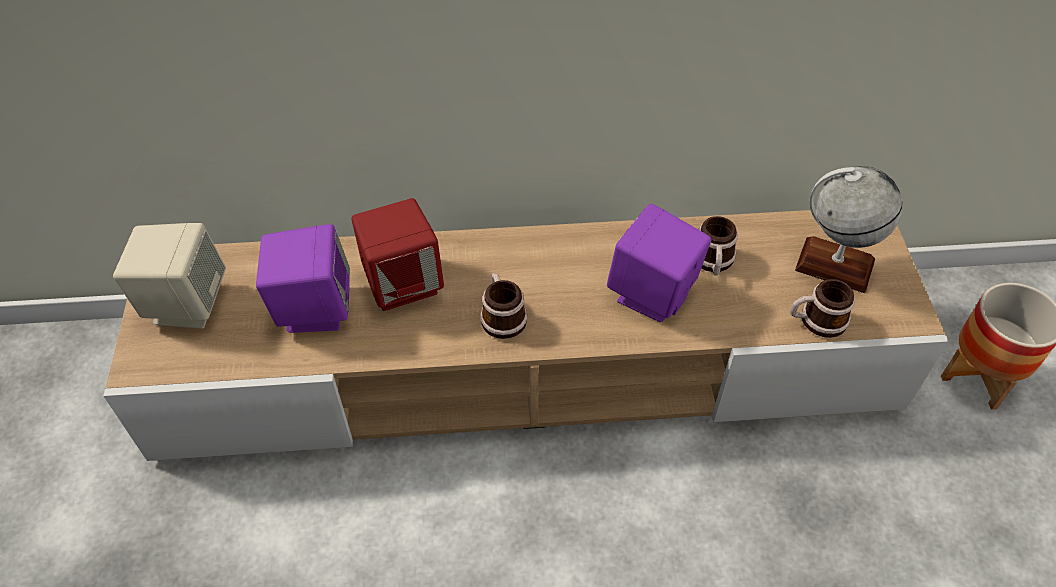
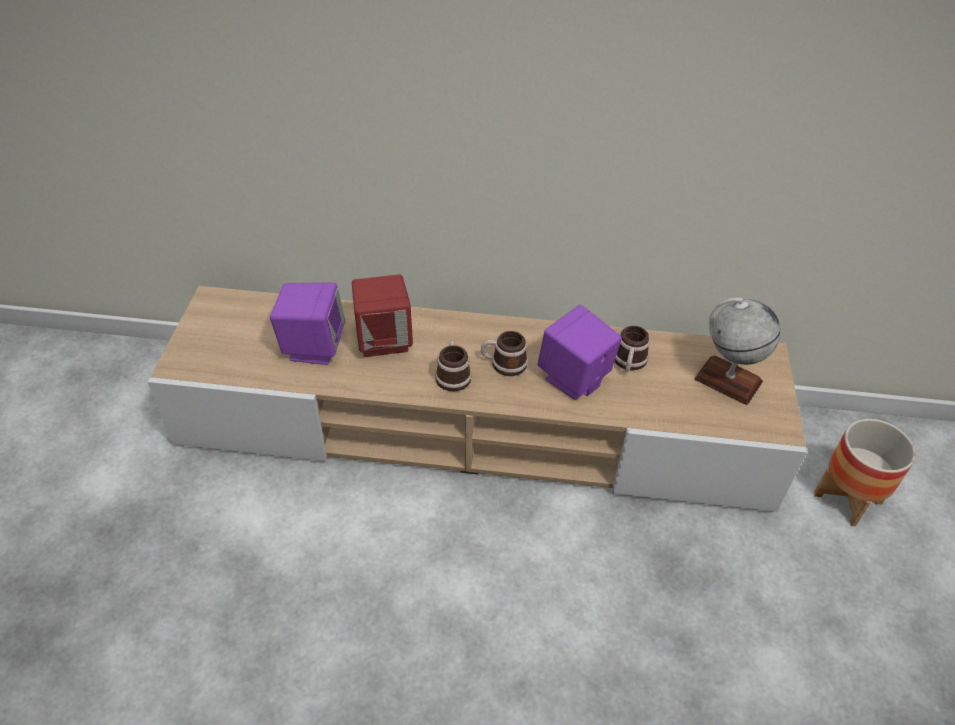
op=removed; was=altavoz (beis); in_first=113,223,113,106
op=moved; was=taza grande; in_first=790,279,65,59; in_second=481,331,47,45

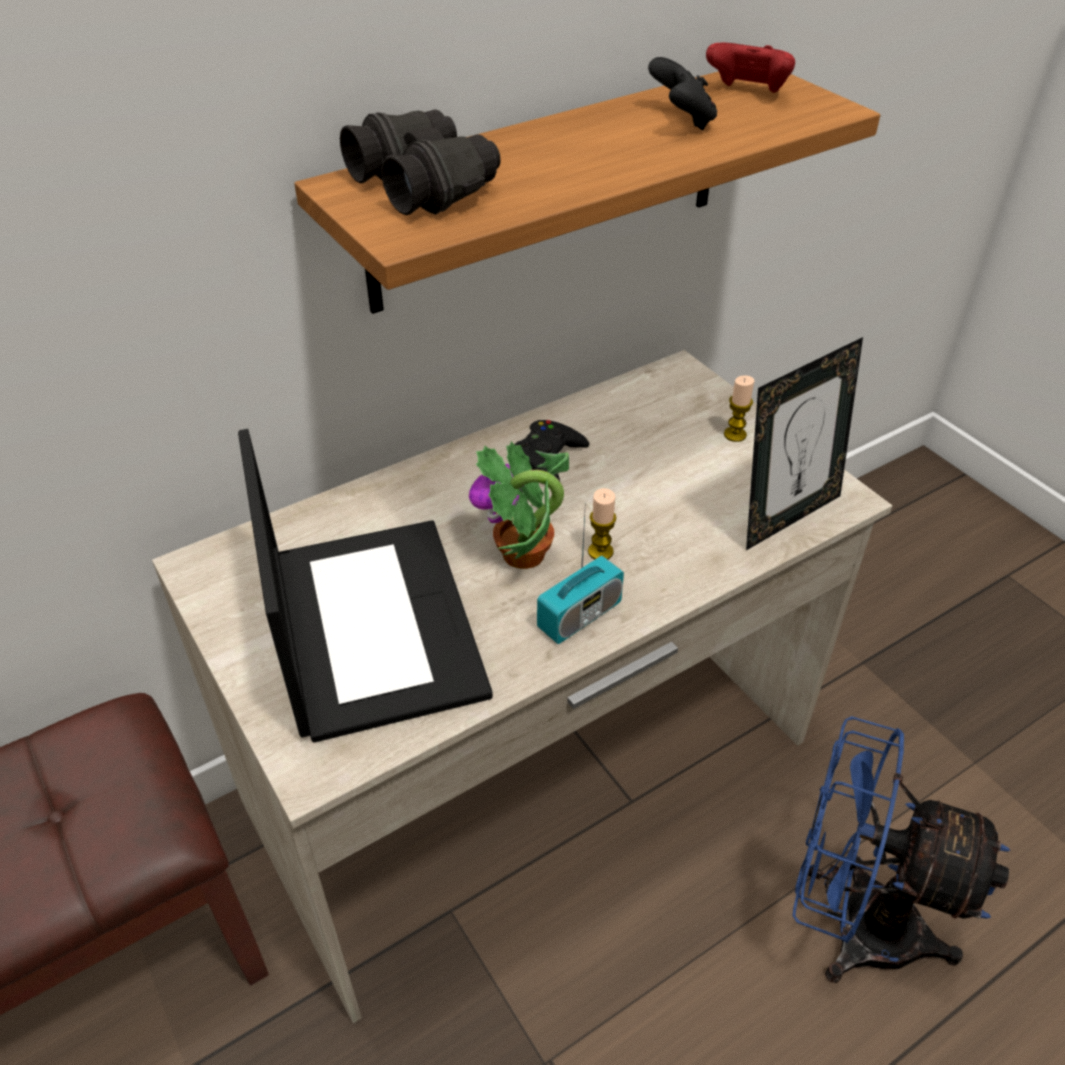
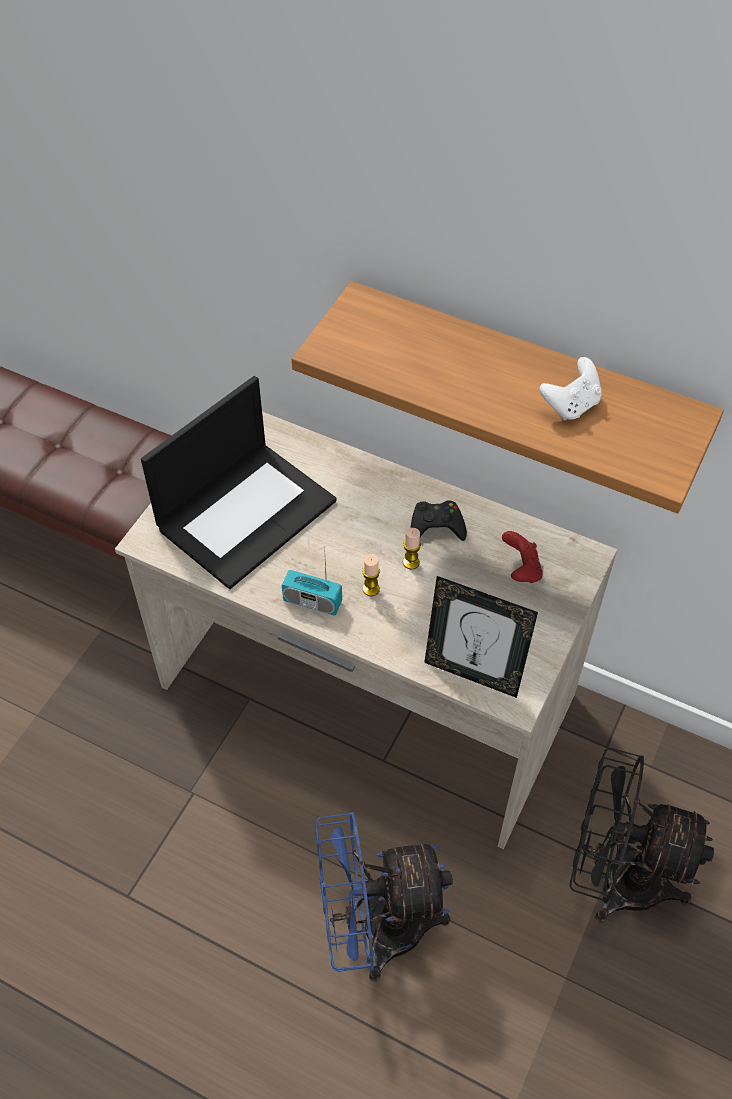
op=removed; was=prismáticos (negro); in_first=340,109,161,106
op=removed; was=planta en maceta; in_first=469,441,100,128
op=added; now=ventilador (negro); in_second=569,748,146,175
op=moved; was=mando de consola (rojo); in_first=706,43,89,50; in_second=502,531,41,52
op=moved; was=vela; in_first=724,375,30,67; in_second=403,528,18,41
op=recoloured; was=mando de consola (negro); now=mando de consola (blanco); in_first=648,57,69,73; in_second=539,357,63,63
op=turned; was=ventilador (azul); in_first=792,716,219,267; in_second=315,812,138,170; clockwise=-90

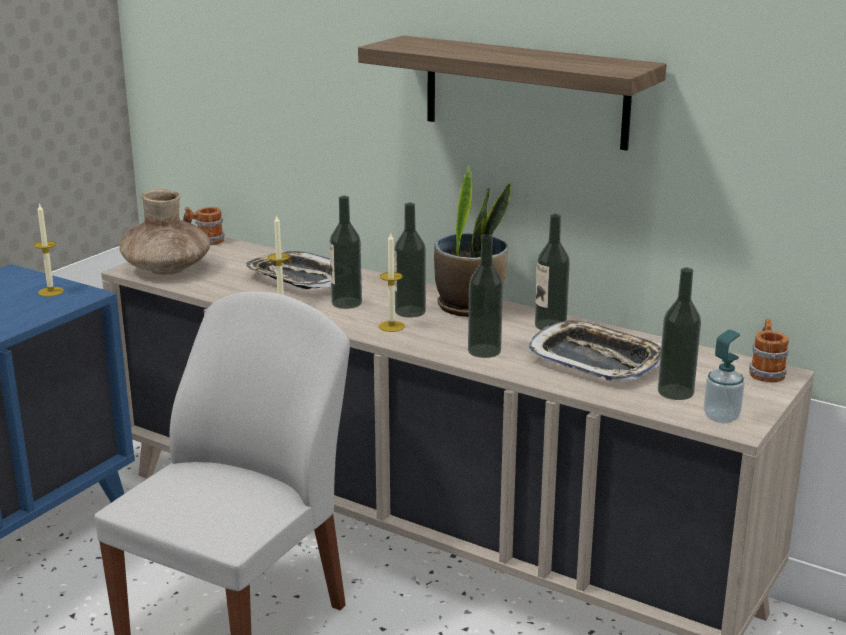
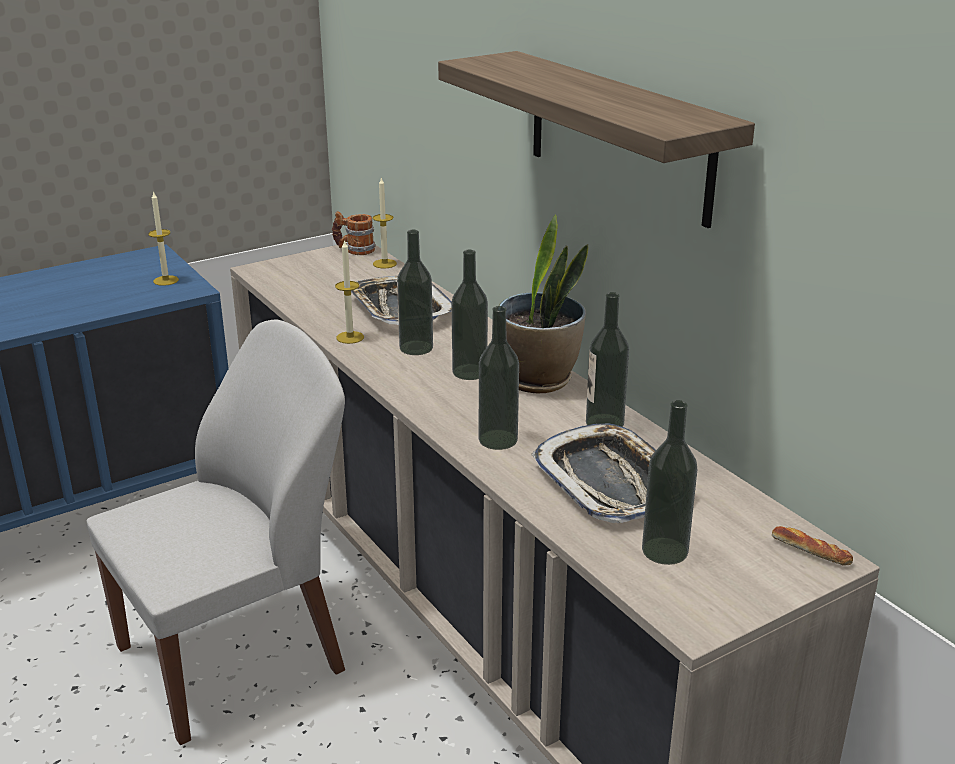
op=removed; was=florero (marrón); in_first=119,189,91,86
op=removed; was=dispensador de jabón; in_first=704,329,41,94
op=moved; was=vela; in_first=379,233,26,99; in_second=373,178,24,90
op=replaced; was=taza grande; now=pan; in_first=749,319,40,63; in_second=772,526,81,40

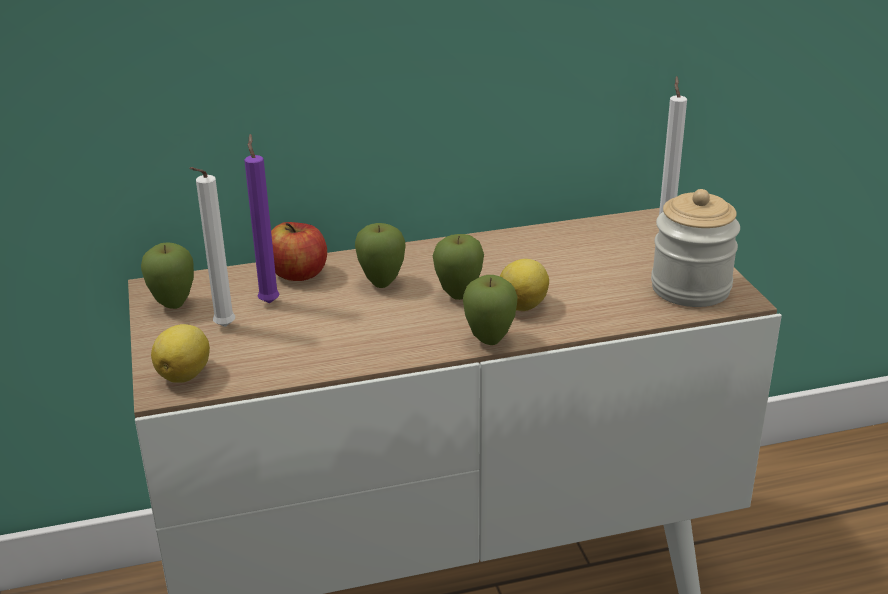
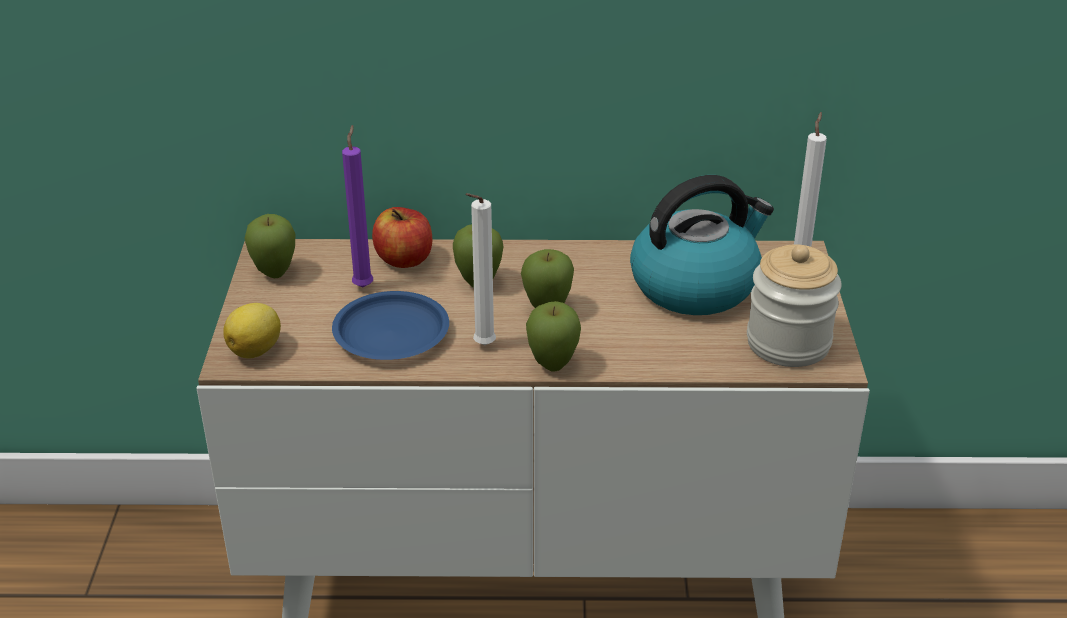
op=removed; was=limón; in_first=500,259,49,52
op=added; now=plato (azul); in_second=332,291,117,69
op=added; now=hervidor; in_second=630,175,144,140
op=moved; was=vela (blanco); in_first=189,167,46,160; in_second=465,193,31,152

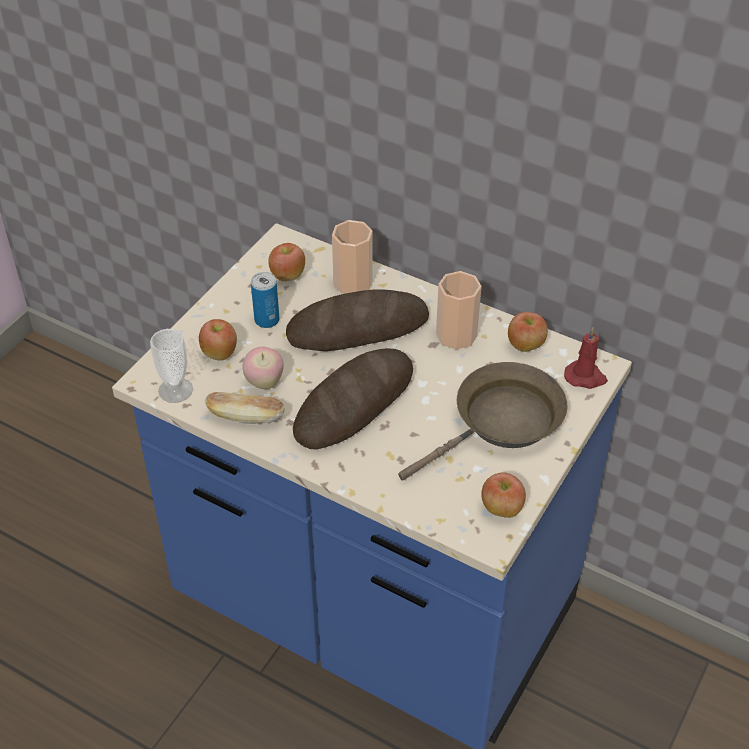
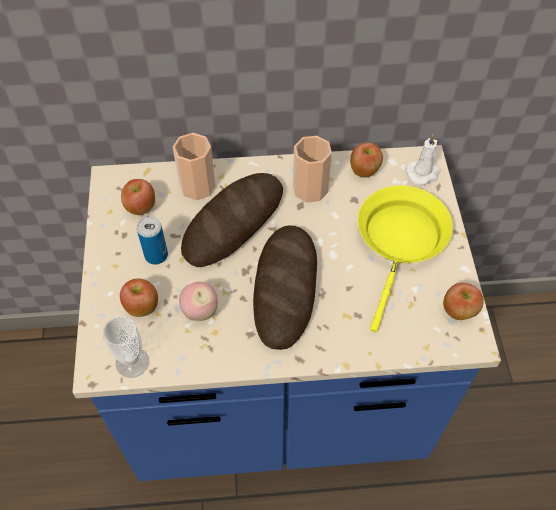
op=removed; was=pan; in_first=205,392,80,32
op=recoloured; was=sartén (marrón); now=sartén (amarillo); in_first=398,362,170,119; in_second=358,186,95,147
op=recoloured; was=vela (rojo); now=vela (blanco); in_first=564,327,44,62; in_second=406,134,35,51

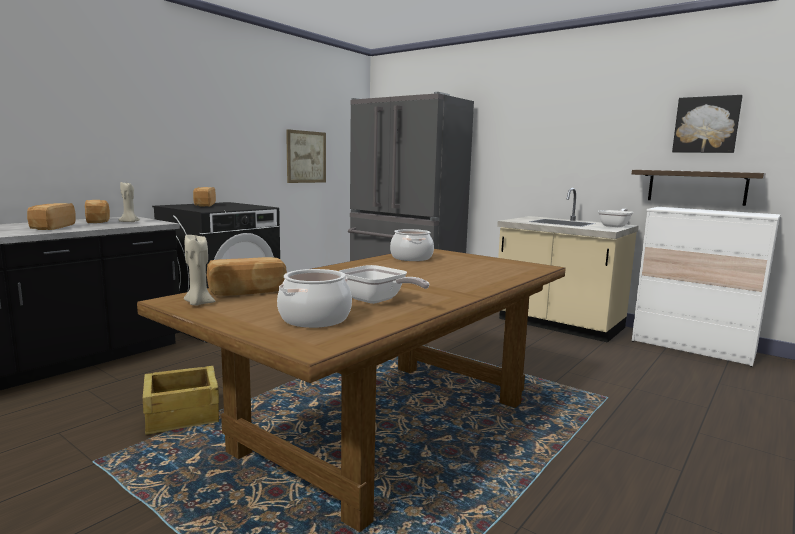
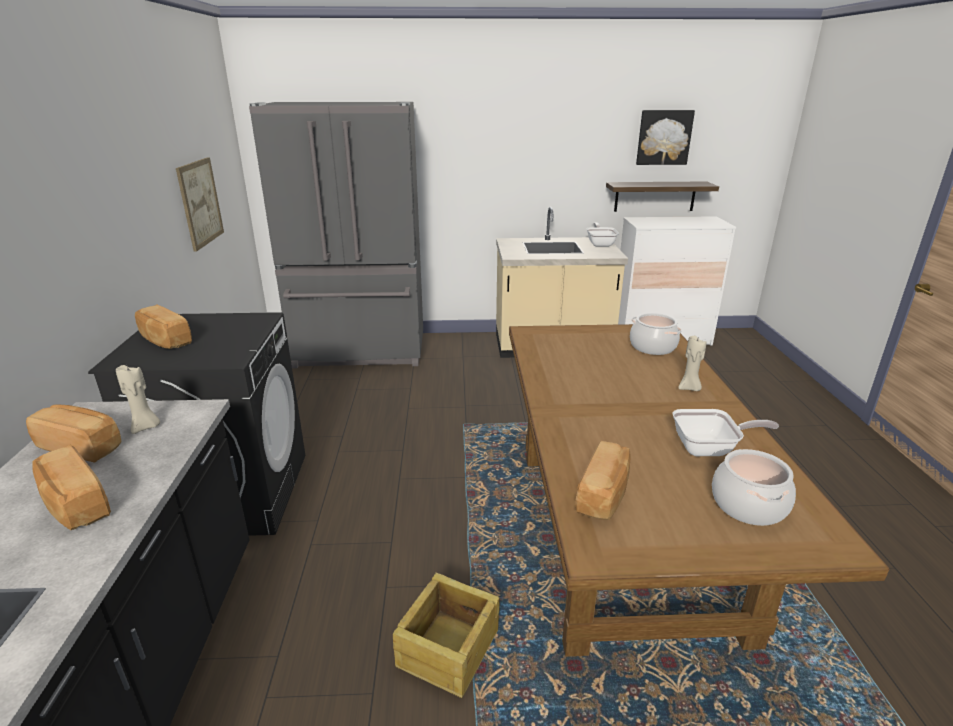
op=moved; was=vela (beis); in_first=184,235,31,71; in_second=678,336,28,55
op=moved; was=olla; in_first=390,229,44,32; in_second=630,313,52,42

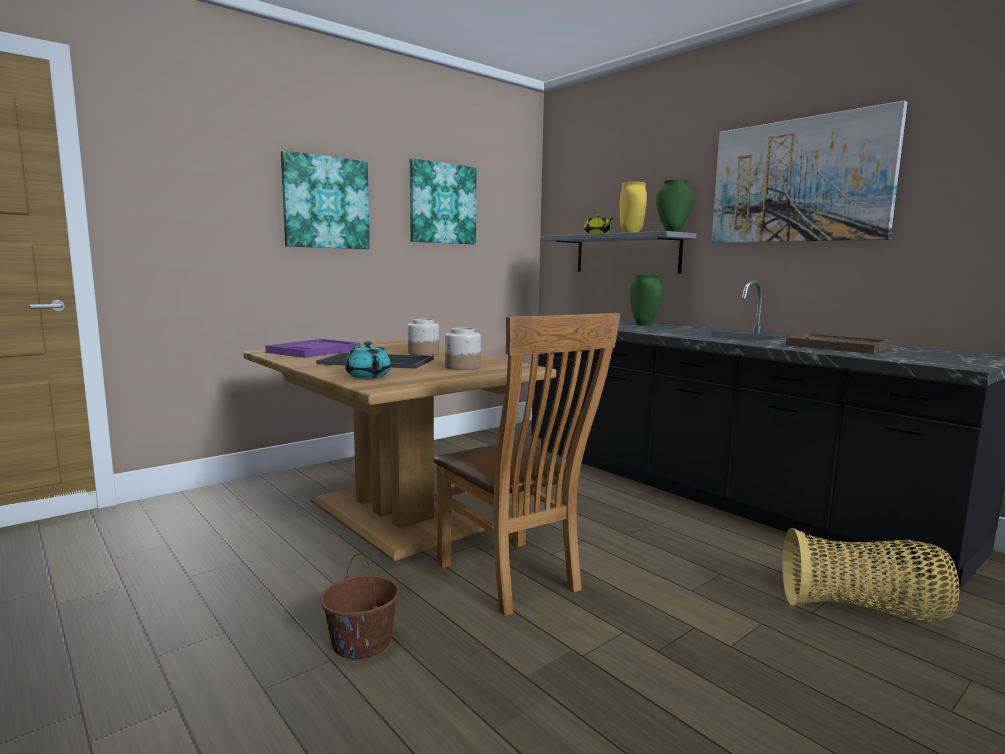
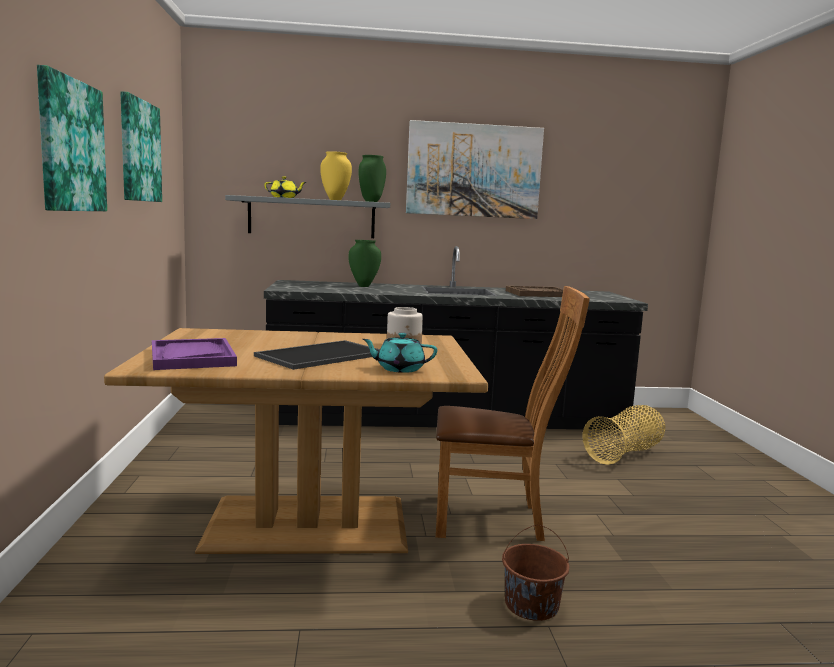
op=removed; was=tarro; in_first=408,319,31,36

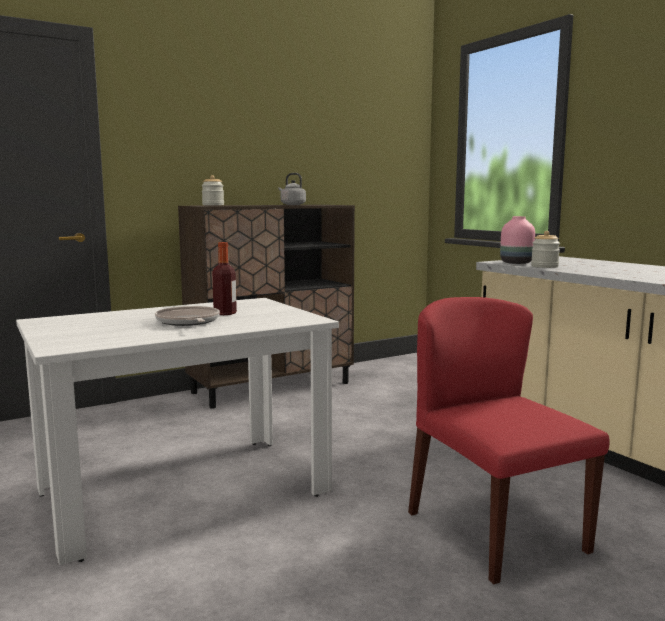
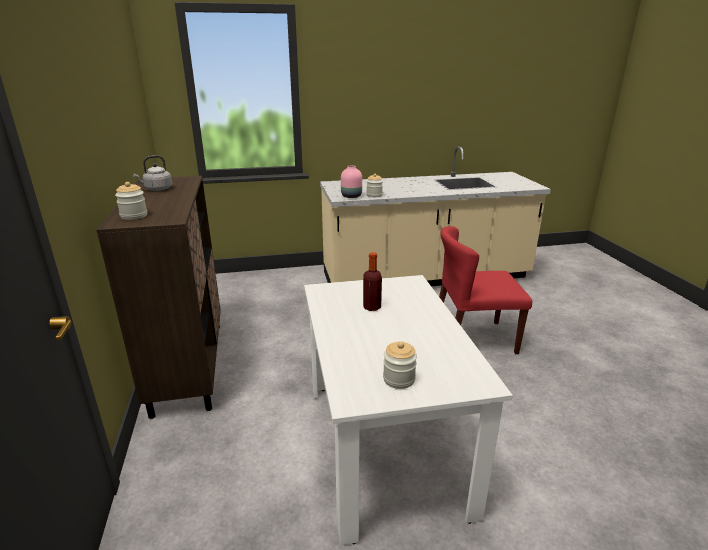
op=removed; was=sartén; in_first=155,306,65,20
op=added; now=tarro; in_second=383,341,34,48

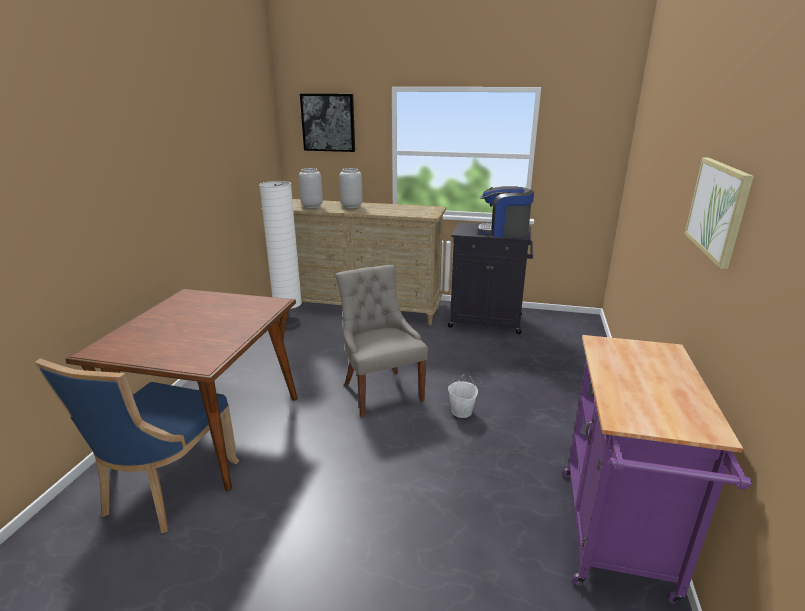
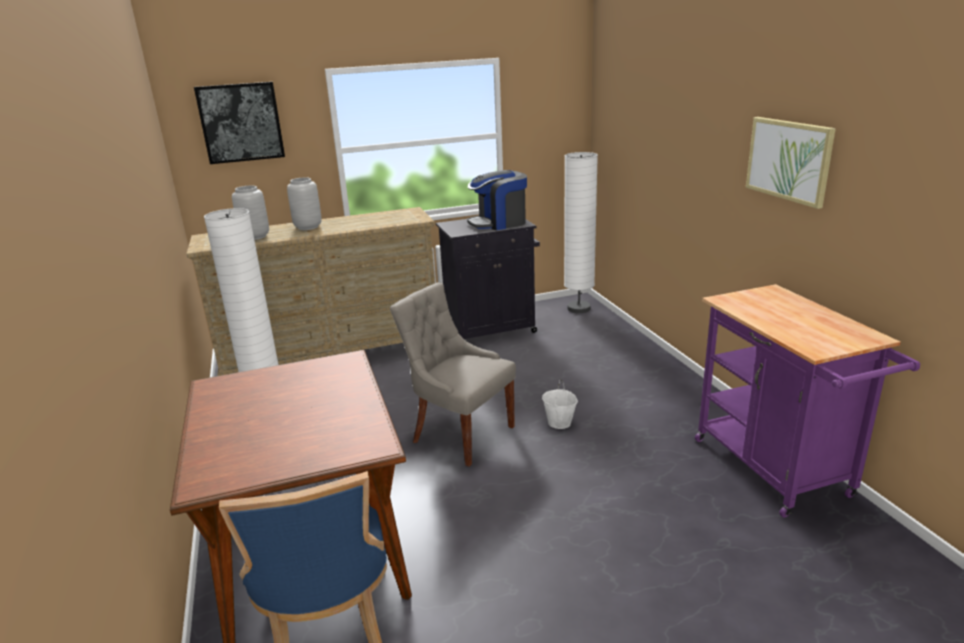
op=added; now=lámpara de pie (blanco); in_second=564,152,34,161

